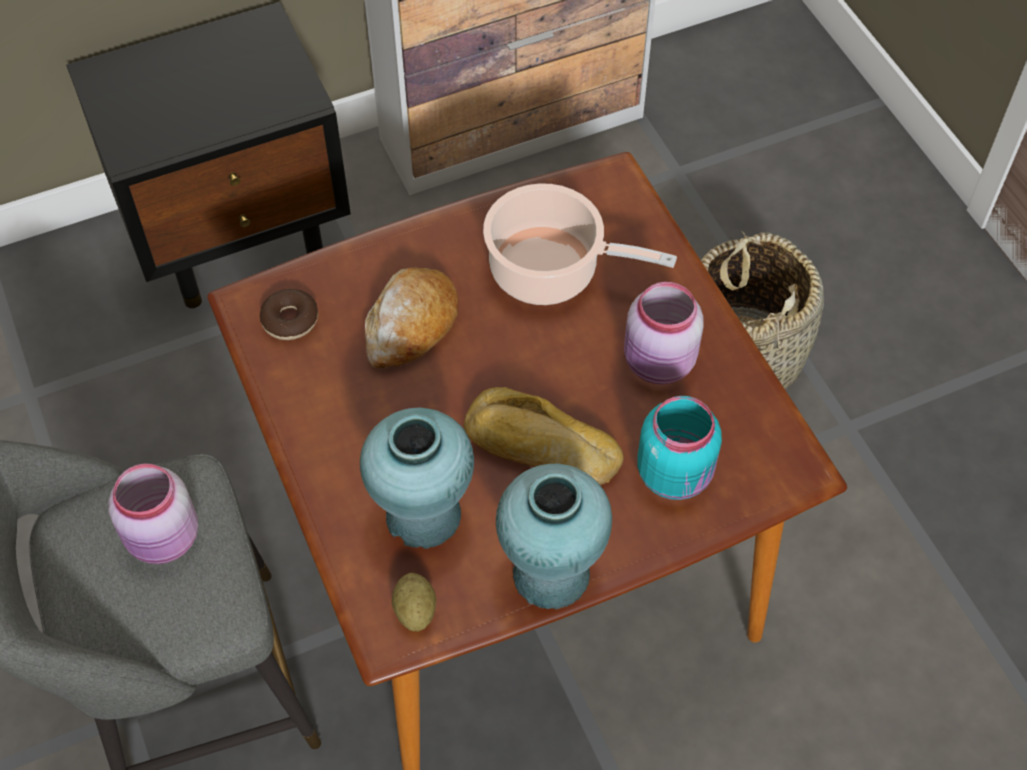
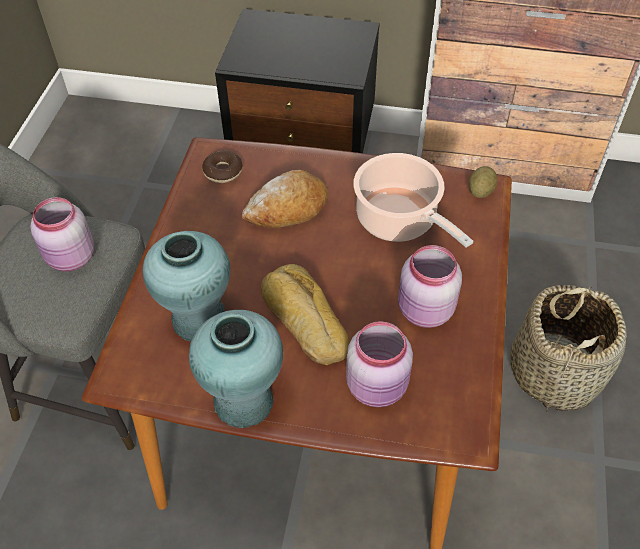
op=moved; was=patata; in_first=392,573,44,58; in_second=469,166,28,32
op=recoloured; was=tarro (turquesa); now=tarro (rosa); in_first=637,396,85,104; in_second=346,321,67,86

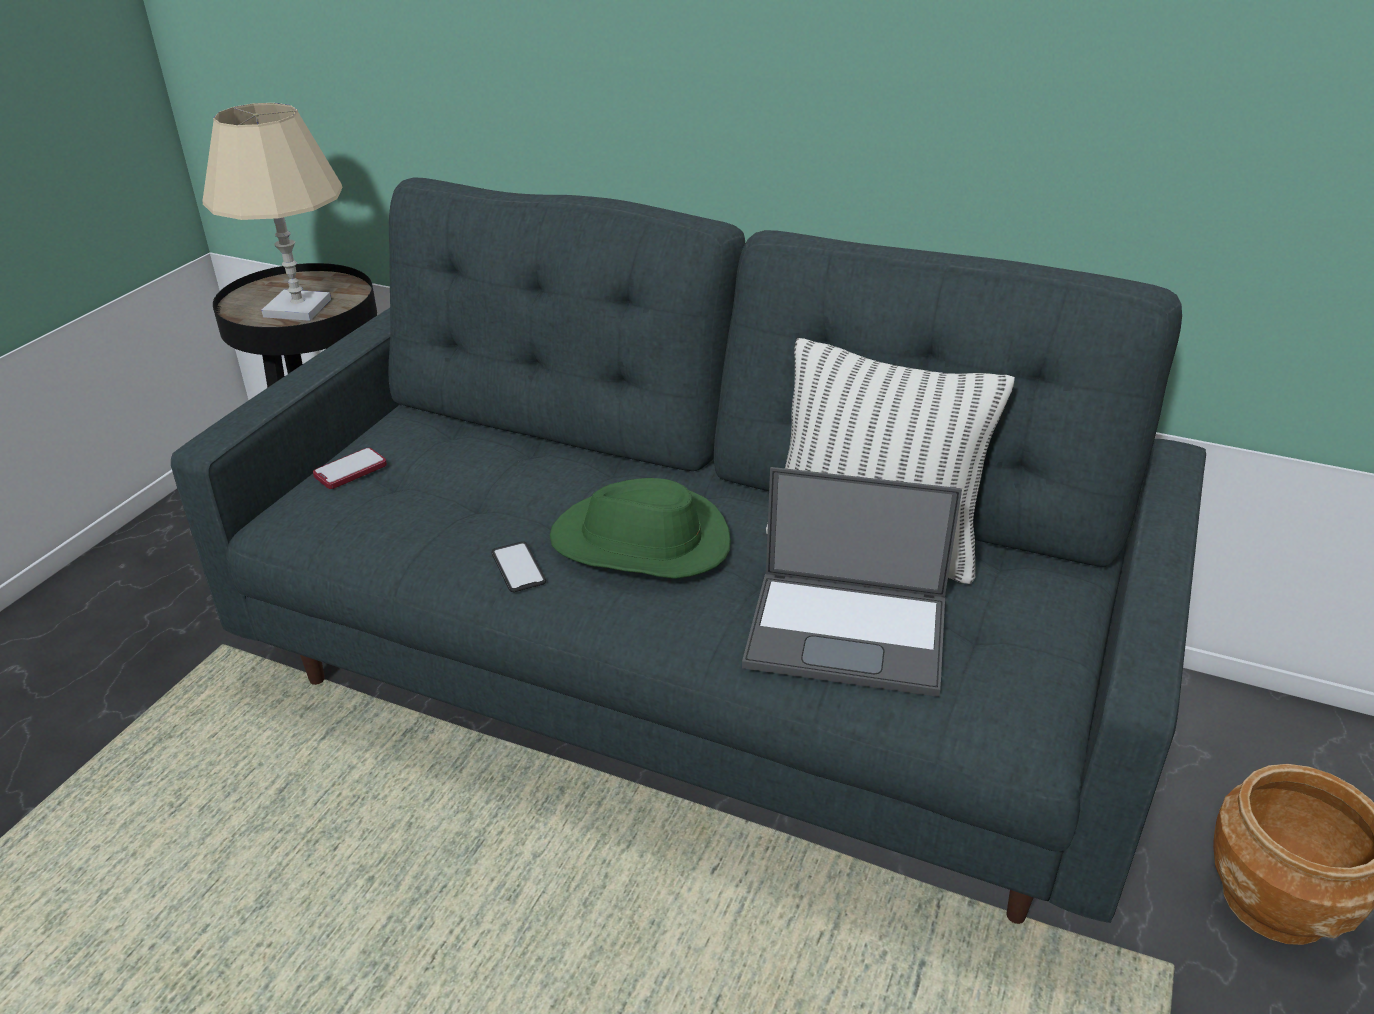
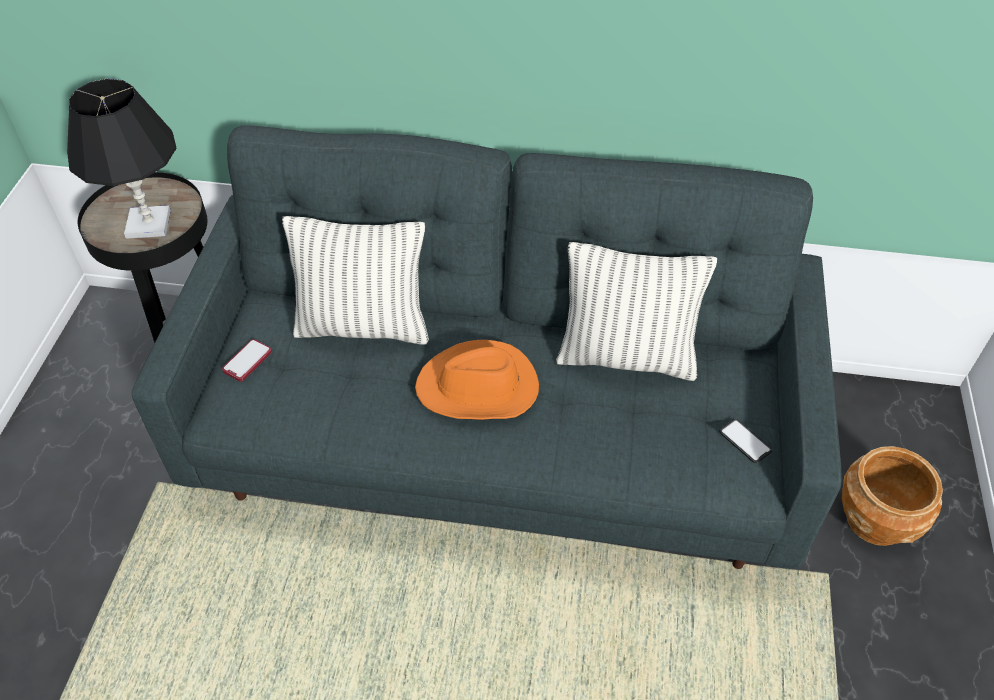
op=removed; was=portátil; in_first=742,467,220,230
op=added; now=cojín; in_second=282,216,147,129
op=moved; was=móvil; in_first=492,541,54,51; in_second=719,419,53,44
op=recoloured; was=lámpara de mesa (beis); now=lámpara de mesa (negro); in_first=203,103,140,218; in_second=67,78,110,161
op=recoloured; was=sombrero (verde); now=sombrero (naranja); in_first=550,478,181,101; in_second=415,340,124,80

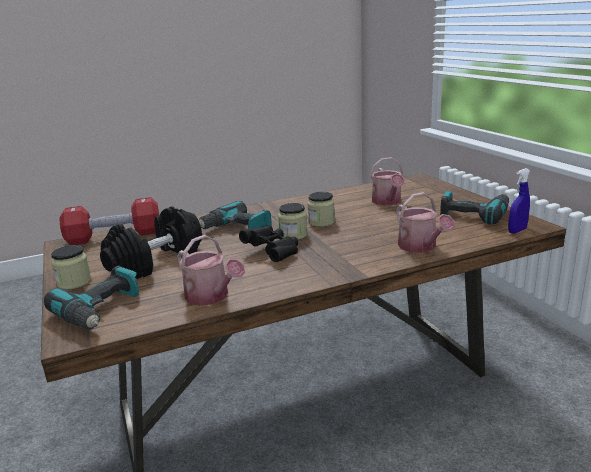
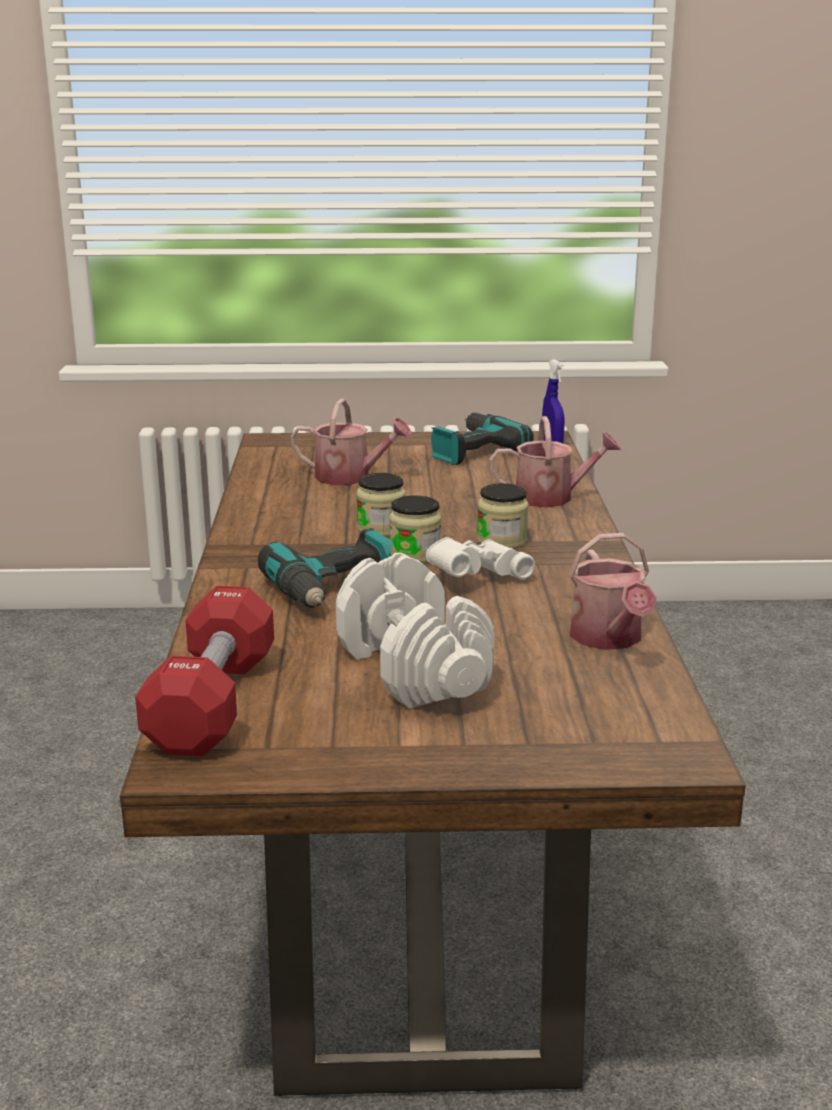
op=removed; was=taladro; in_first=44,266,96,63
op=moved; was=tarro; in_first=51,245,40,44; in_second=477,483,52,66
op=recoloured; was=mancuerna (negro); now=mancuerna (blanco); in_first=100,206,102,73; in_second=336,553,158,155
op=recoloured; was=prismáticos (negro); now=prismáticos (blanco); in_first=239,225,59,37; in_second=426,537,109,42
op=turned; was=regadera; in_first=177,235,68,71; in_second=569,533,88,117; clockwise=105

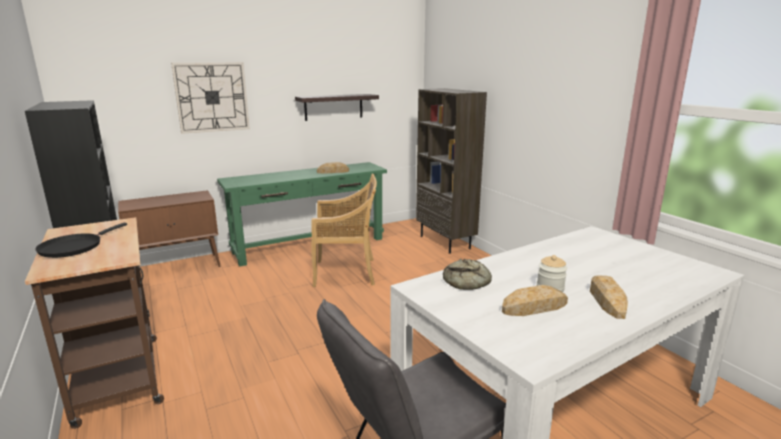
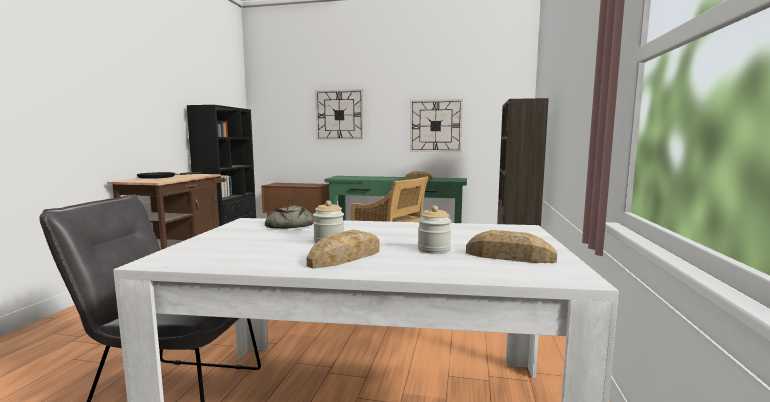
op=added; now=tarro; in_second=418,206,34,48
op=moved; was=pan; in_first=502,285,66,31; in_second=466,230,91,33
op=replaced; was=estante; now=reloj de pared; in_first=295,94,84,27; in_second=410,99,53,53

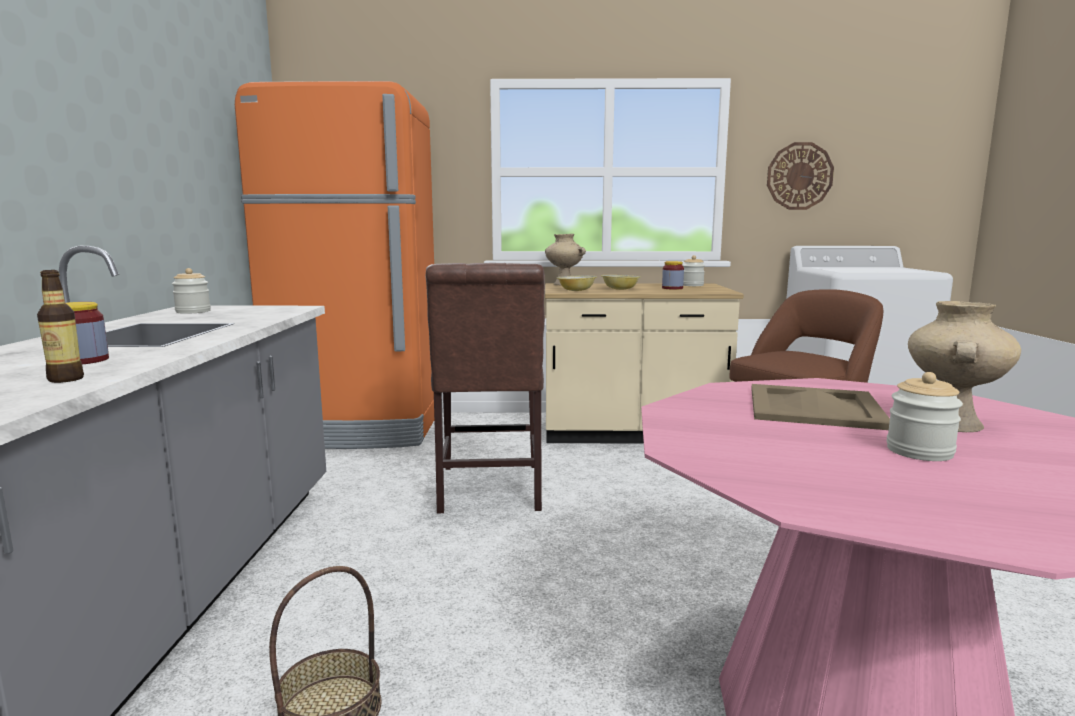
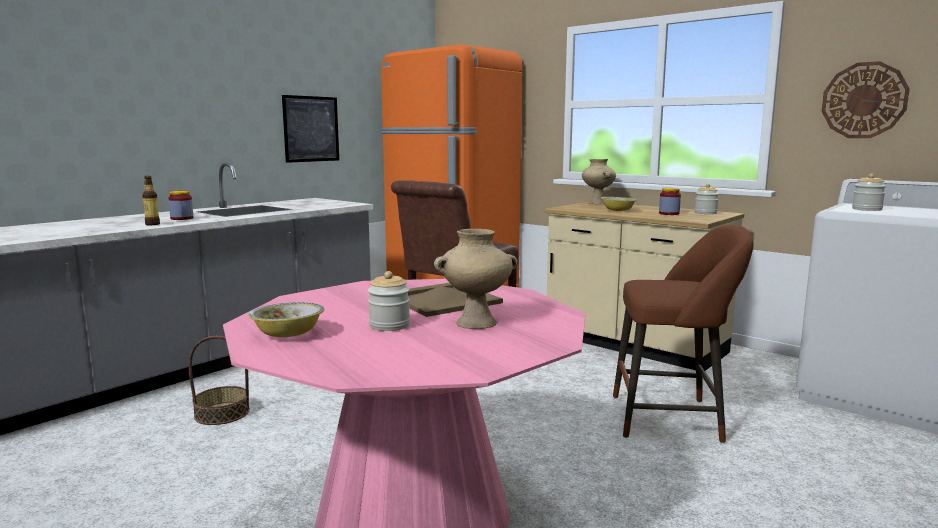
op=added; now=cuadro; in_second=282,95,57,68
op=moved; was=tarro; in_first=172,268,39,46; in_second=852,173,34,38
op=moved; was=cuenco; in_first=557,275,40,16; in_second=248,302,76,35

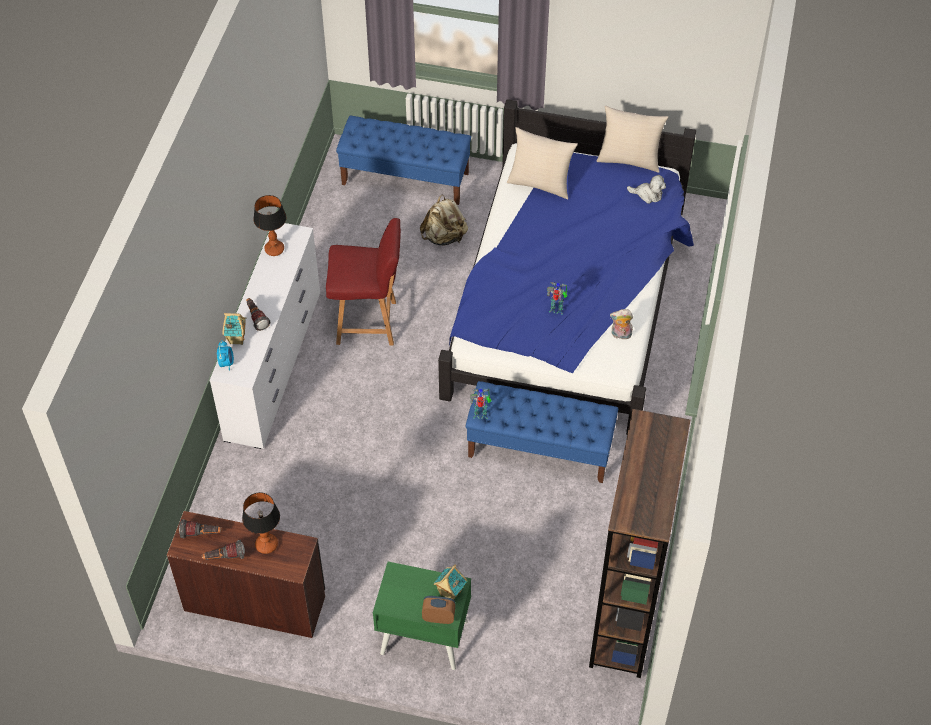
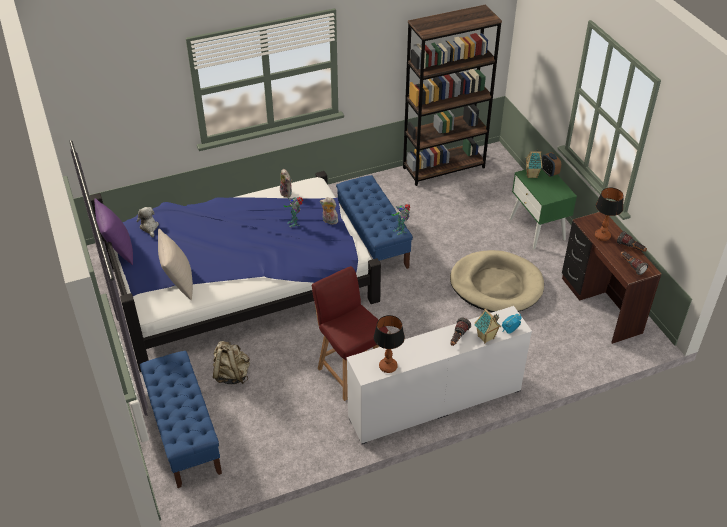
op=added; now=peluche; in_second=320,197,18,28
op=added; now=cama para perro (beis); in_second=450,250,94,62
op=recoloured; was=cojín (beis); now=cojín (morado); in_first=596,106,72,67; in_second=94,199,39,66

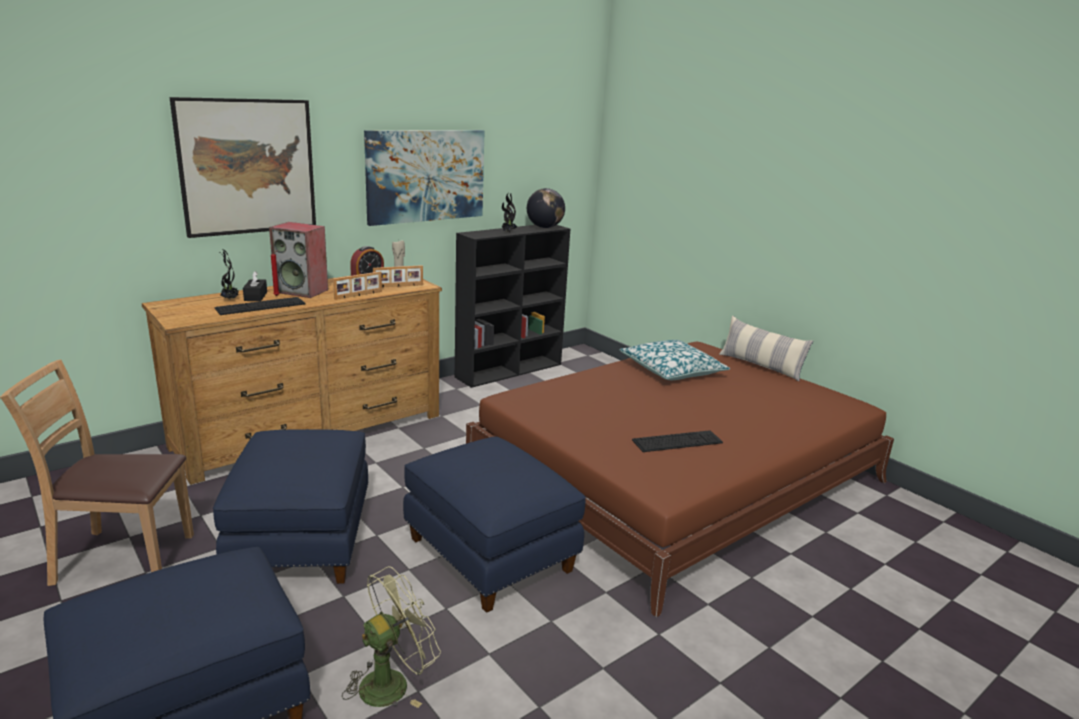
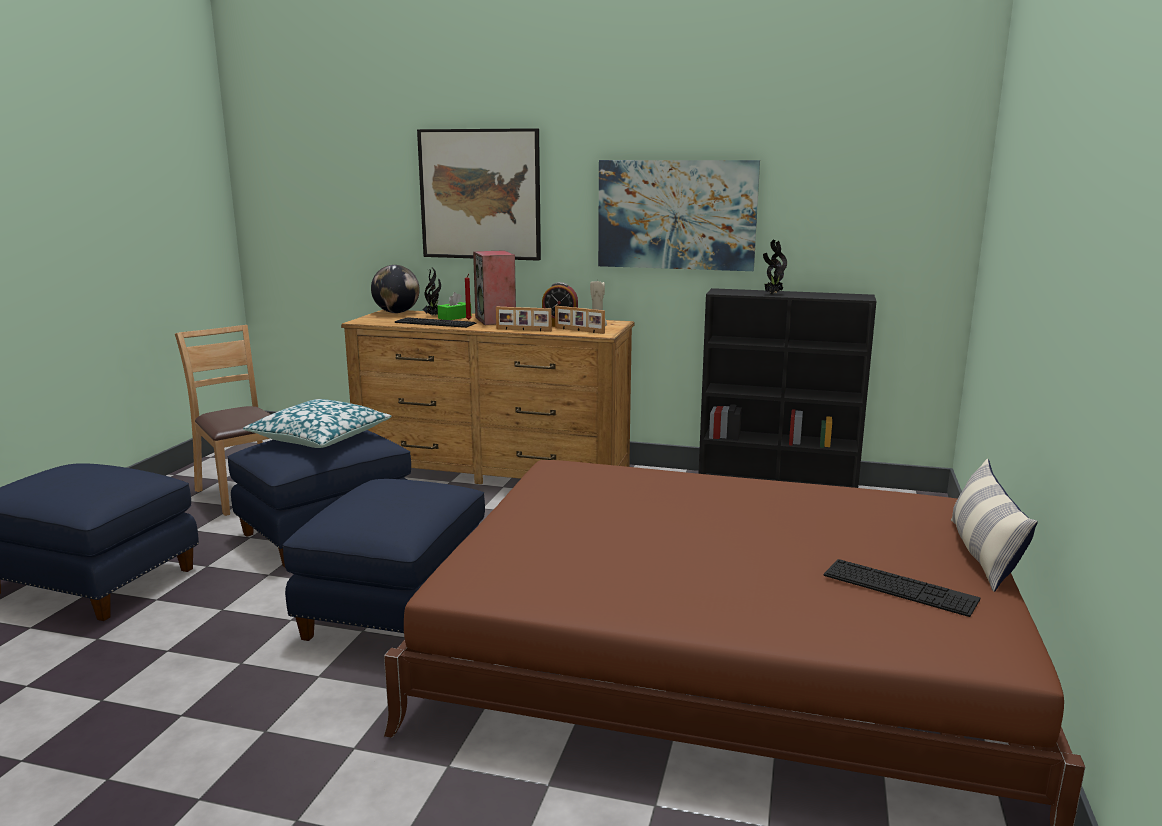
op=removed; was=ventilador (verde); in_first=342,566,99,142
op=moved; was=globo terráqueo; in_first=527,188,38,40; in_second=371,265,49,48
op=moved; was=cojín; in_first=619,340,111,40; in_second=243,399,149,49
op=moved; was=teclado; in_first=632,430,91,22; in_second=824,559,156,58
op=recoloured; was=caja de pañuelos (negro); now=caja de pañuelos (verde); in_first=243,271,24,30; in_second=437,292,34,28

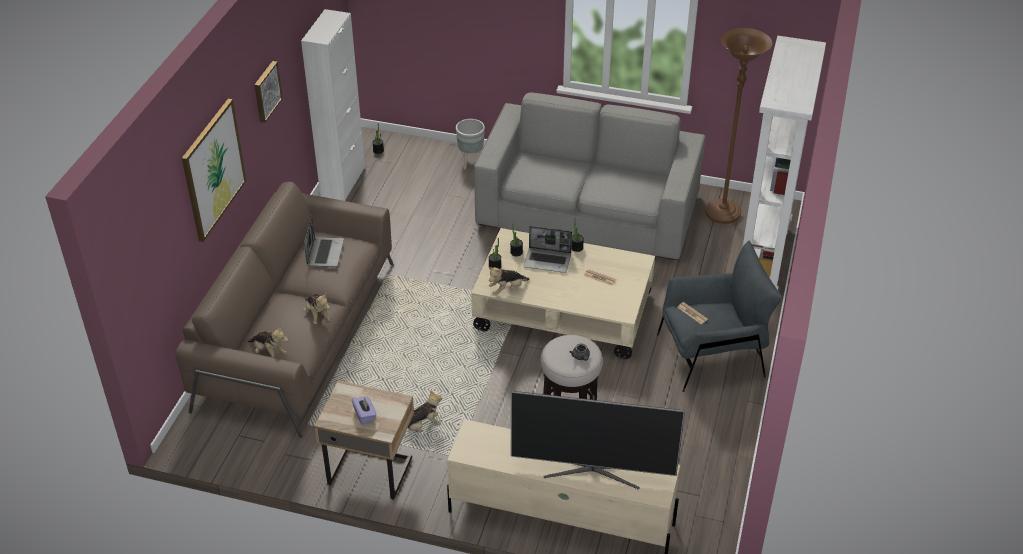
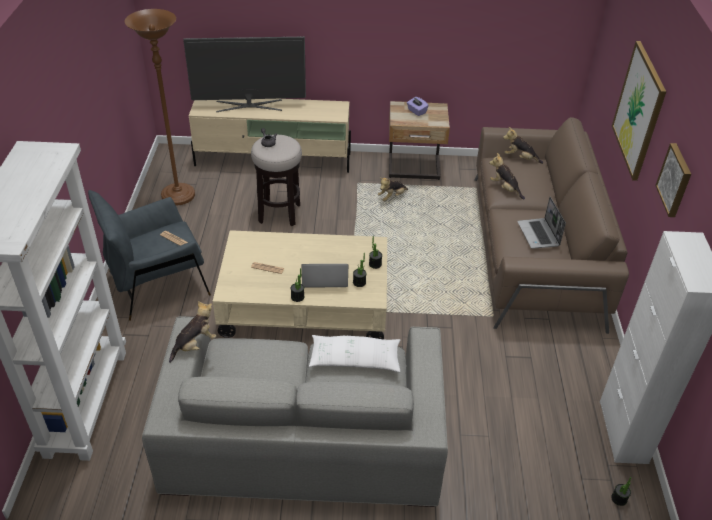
op=removed; was=maceta (gris); in_first=456,119,29,51
op=added; now=cojín (blanco); in_second=309,335,92,37
op=moved; was=peluche; in_first=488,267,41,28; in_second=169,301,47,62
op=moved; was=lámpara de pie (marrón); in_first=705,28,67,196; in_second=125,9,70,196

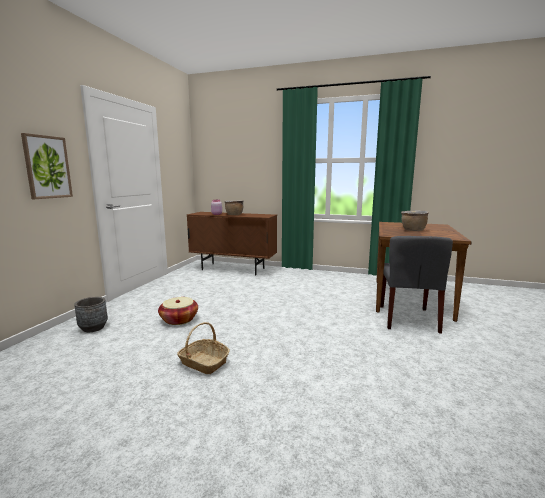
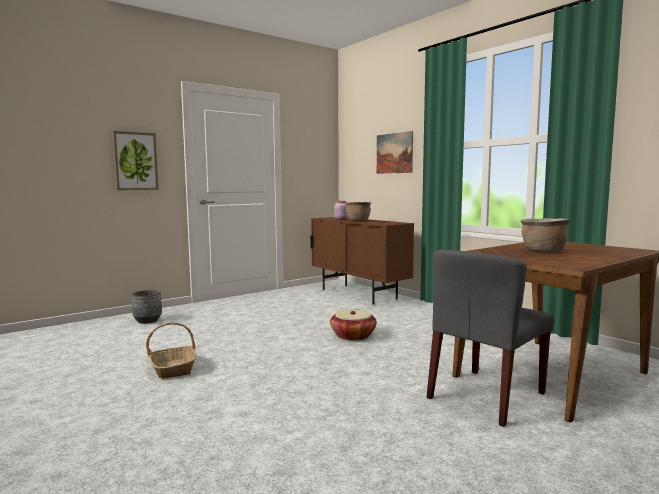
op=added; now=cuadro; in_second=377,131,36,43
op=moved; was=cesta; in_first=158,297,40,28; in_second=330,309,47,32

